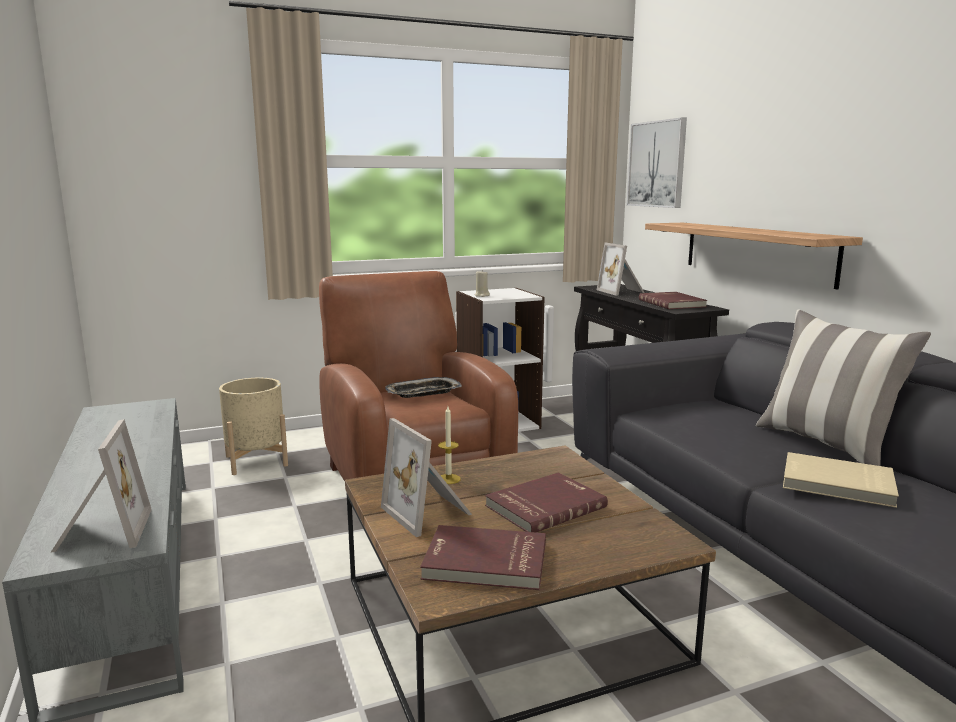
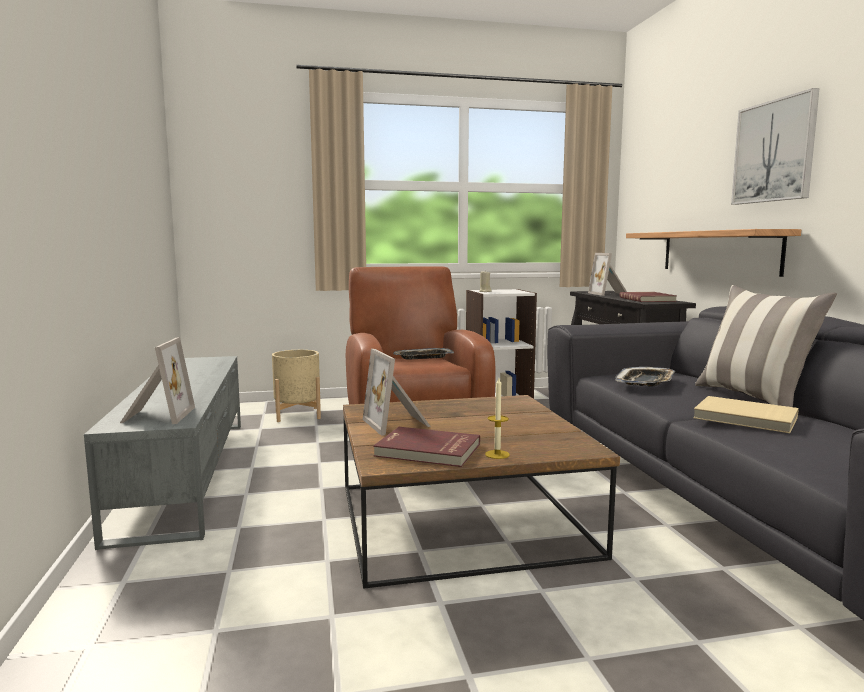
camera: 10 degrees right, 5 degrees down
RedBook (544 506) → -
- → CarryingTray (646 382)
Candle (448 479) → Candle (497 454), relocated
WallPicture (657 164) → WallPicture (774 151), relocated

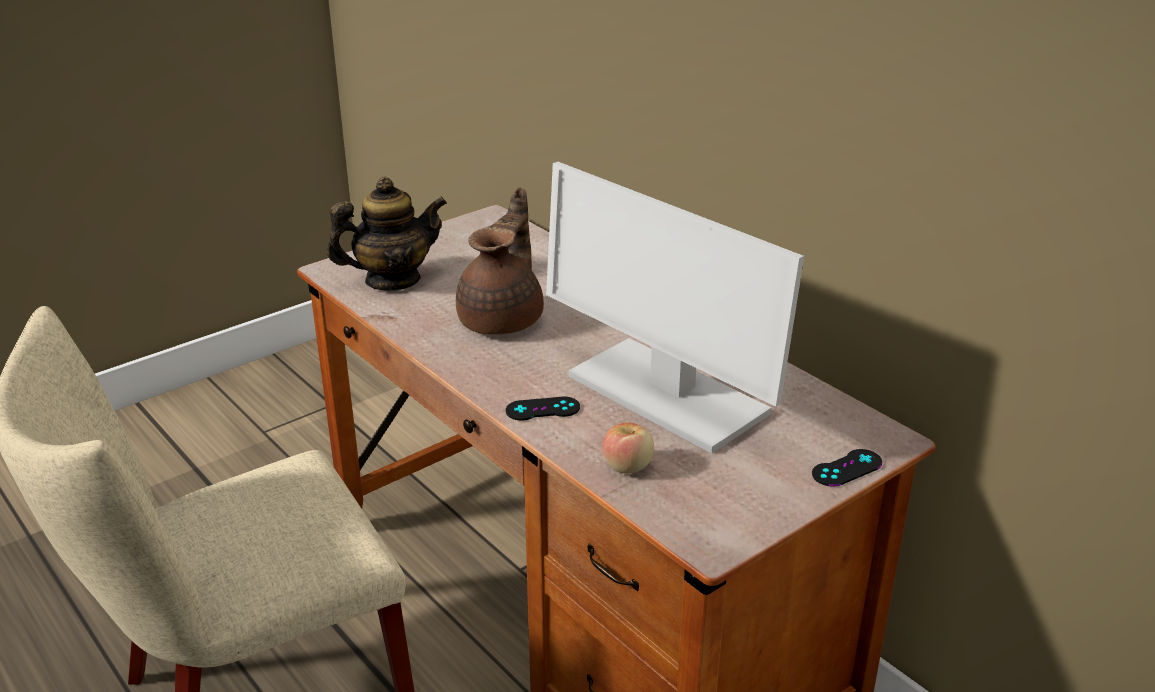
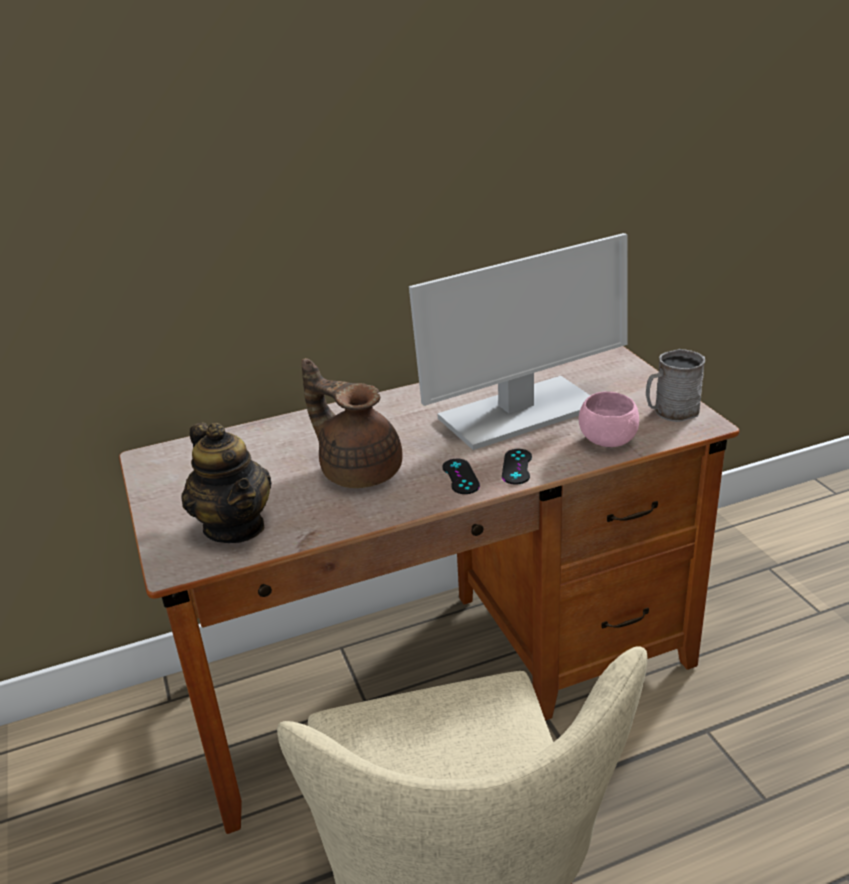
camera: 70 degrees left, 0 degrees up
- → GrayCoffeeMug (671 412)
BlackJoypad (847 468) → BlackJoypad (460 476), relocated
Apple (628 466) → PinkishDeepDish (607 440)
Teapot (392 280) → Teapot (235 527), 150 degrees clockwise

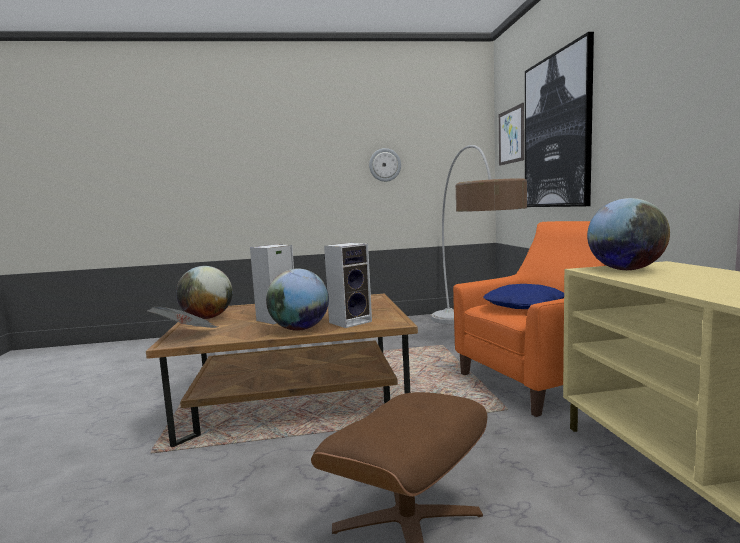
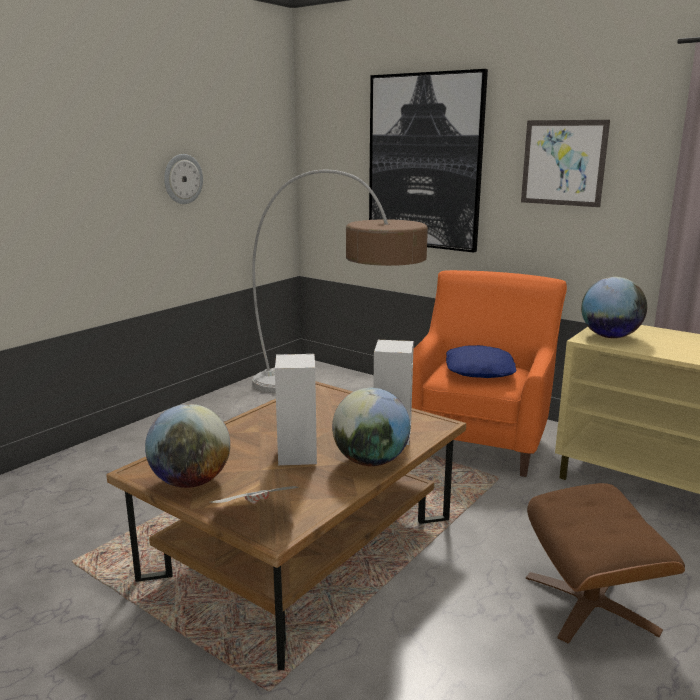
camera: 45 degrees left, 10 degrees up
WallPicture (511 136) → WallPicture (563 163), relocated

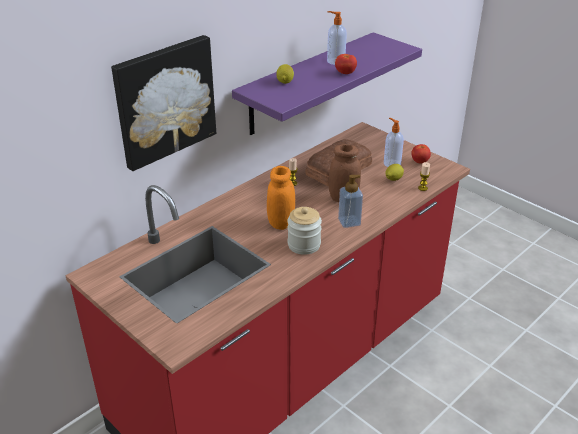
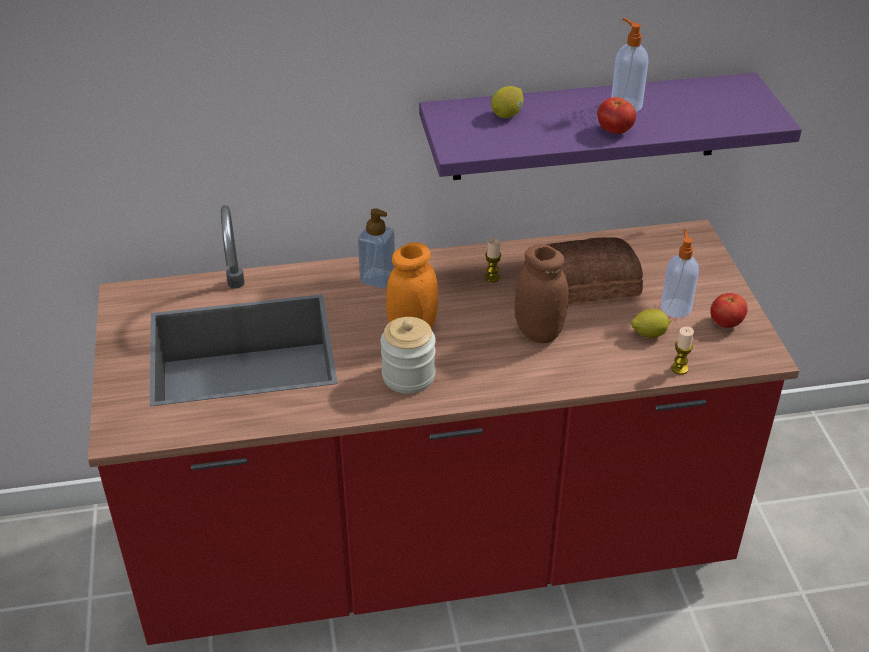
camera: 35 degrees right, 5 degrees up
WallPicture (164 101) → -
SoapDispenser (349 222) → SoapDispenser (377 279), relocated

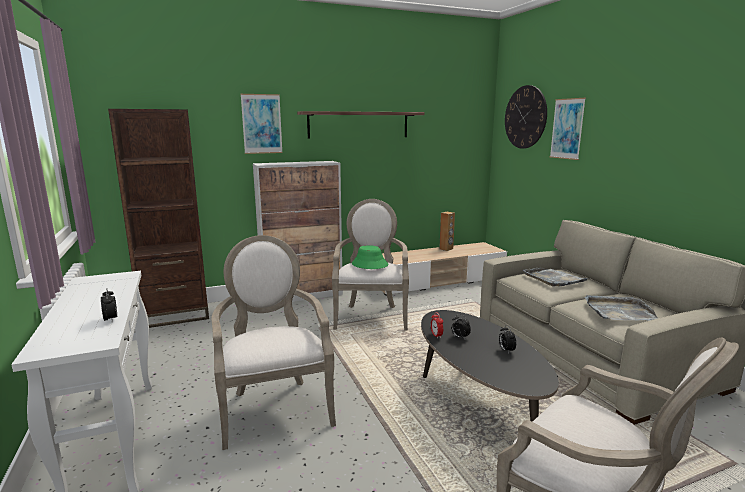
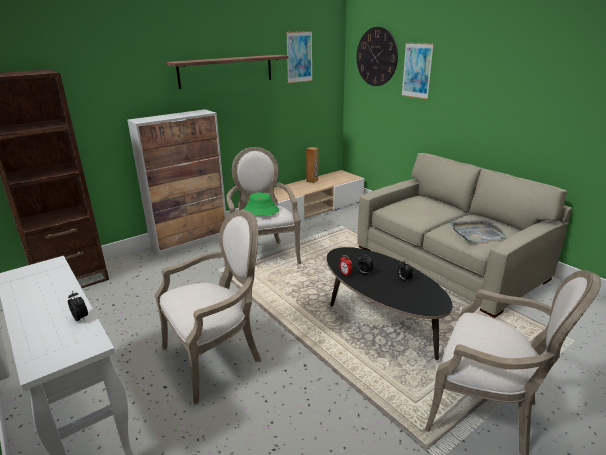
camera: 15 degrees left, 10 degrees up
GrayCarryingTray (553 279) → -
WallPicture (262 124) → WallPicture (299 57), relocated
LoungeChair (275 408) → LoungeChair (217 357), 90 degrees clockwise

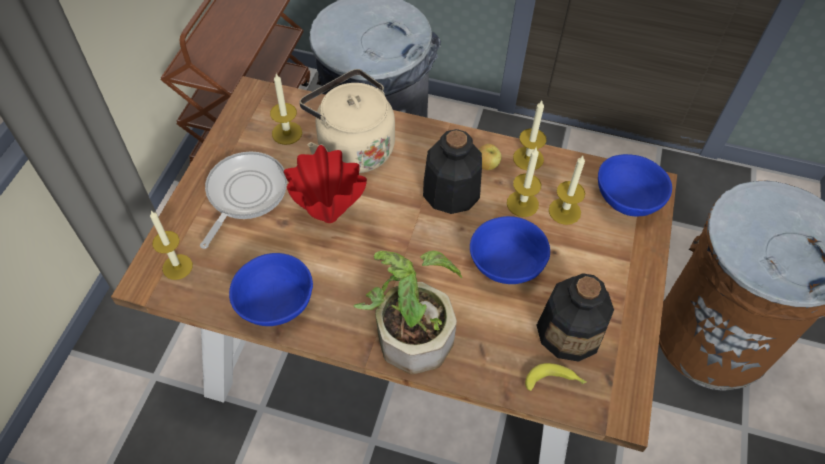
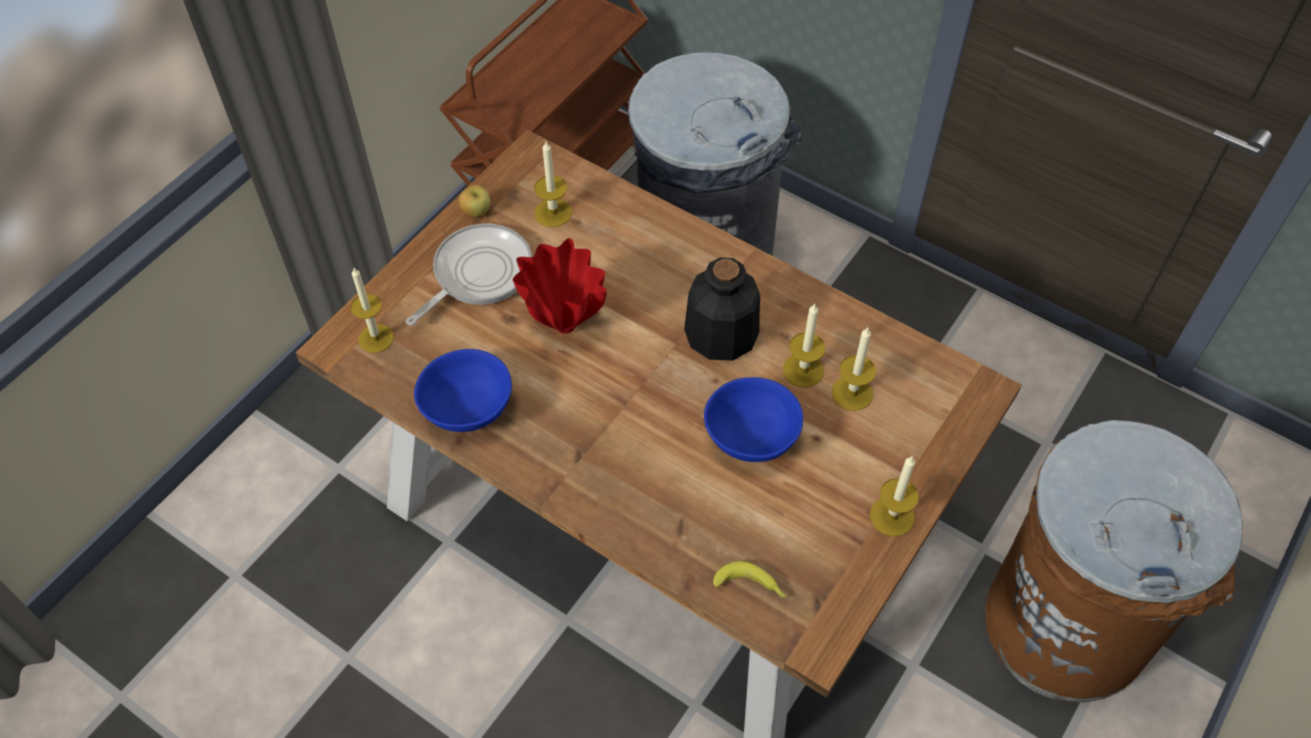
camera: 20 degrees right, 0 degrees up
SandColouredWaterKettle (352 147) → -
PottedPlant (411 329) → -
DrinkBottle (569 331) → -
BluishDeepDish (627 200) → -
Apple (487 165) → Apple (477 212), relocated
Candle (528 158) → Candle (892 516), relocated

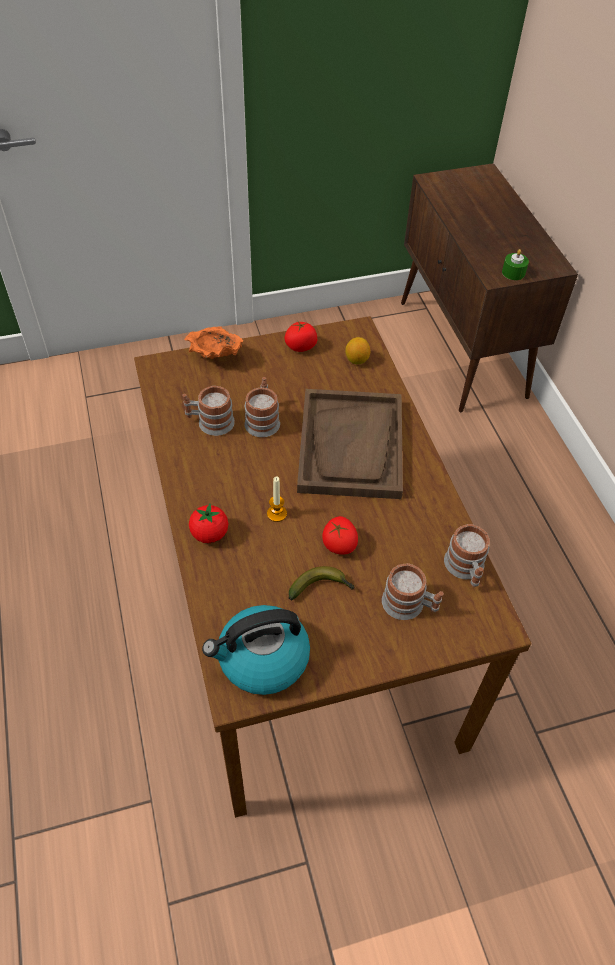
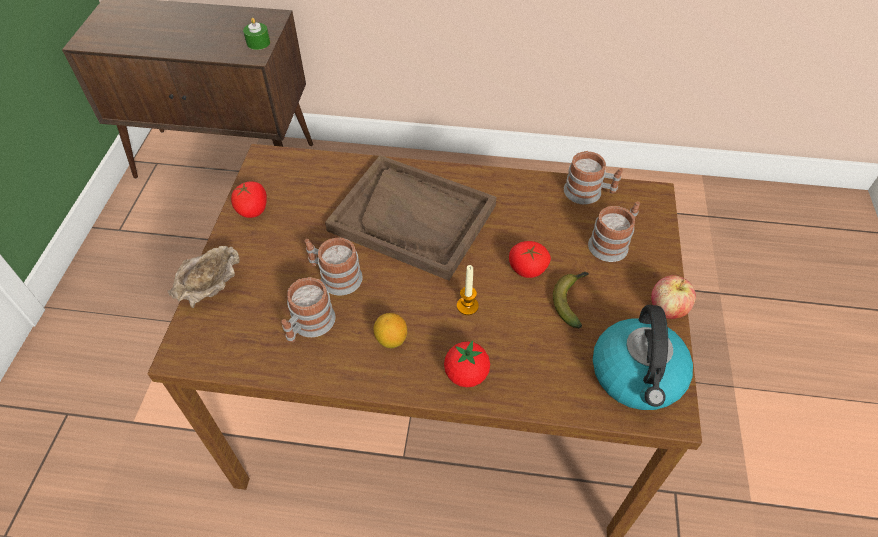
camera: 65 degrees left, 0 degrees up
- → Apple (667 309)
CitrusFruit (356 360) → CitrusFruit (391 339), relocated
OrangeColouredDeepDish (215 356) → SandColouredDeepDish (211 289)

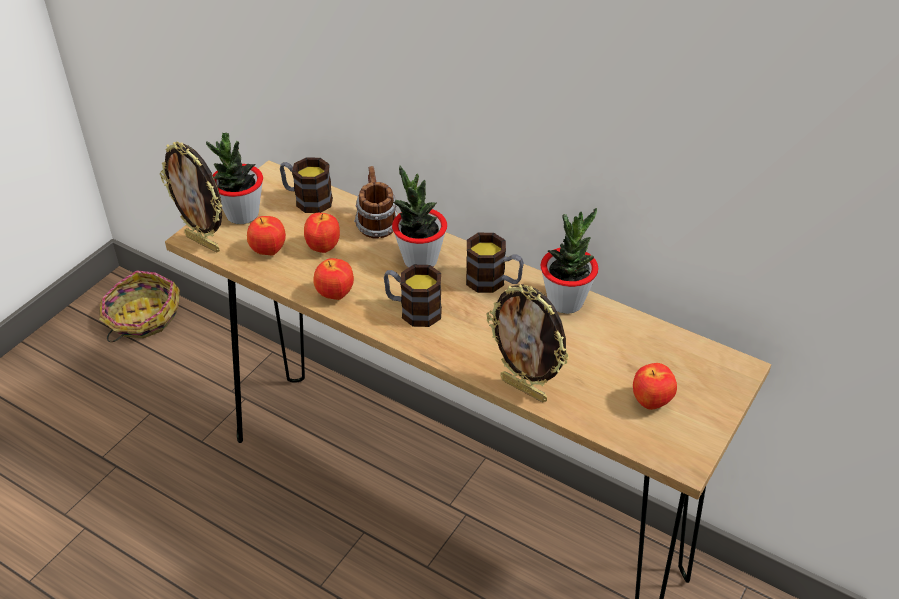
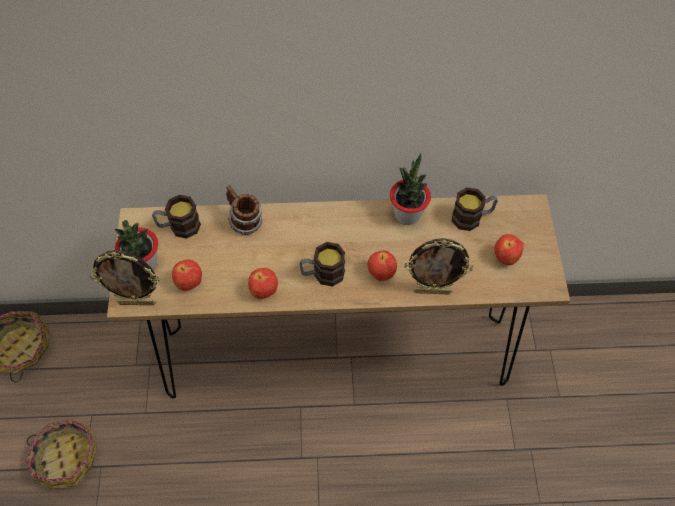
camera: 35 degrees left, 15 degrees up
PottedPlant (420 260) → -
- → Basket (66 457)
Apple (322 248) → Apple (381 274), relocated
CoffeeMug (493 282) → CoffeeMug (472 217), relocated

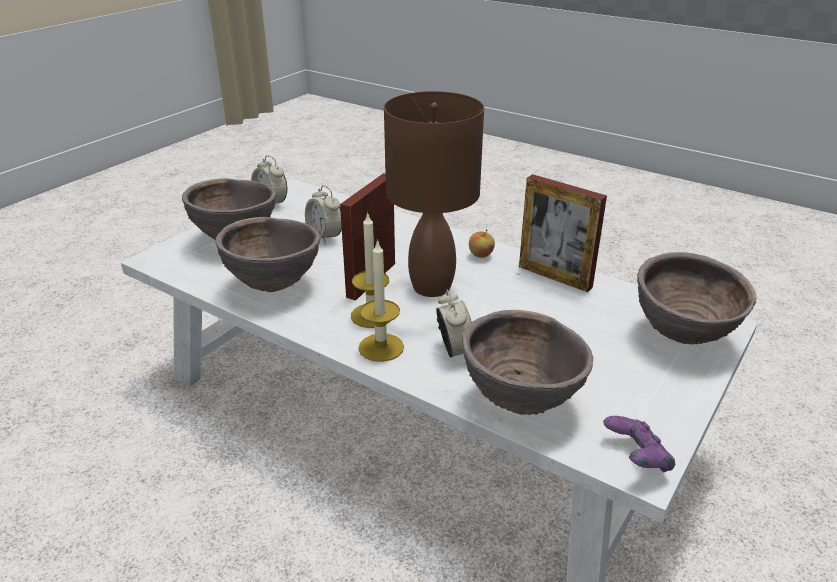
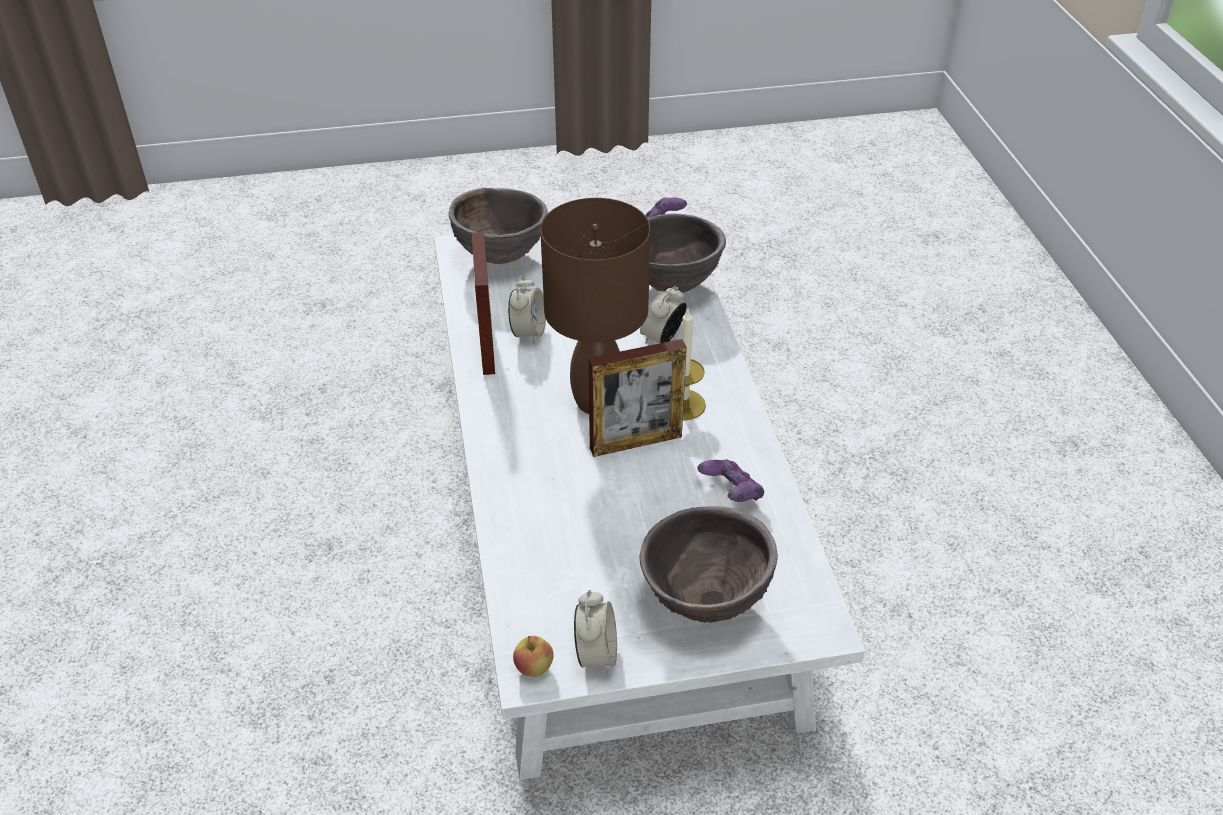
camera: 135 degrees left, 10 degrees up
Candle (381 347) → -
TableClock (325 237) → TableClock (528 332), relocated
Apple (481 255) → Apple (533 668), relocated
BrownColouredDeepDish (274 286) → PurpleJoypad (730 494)

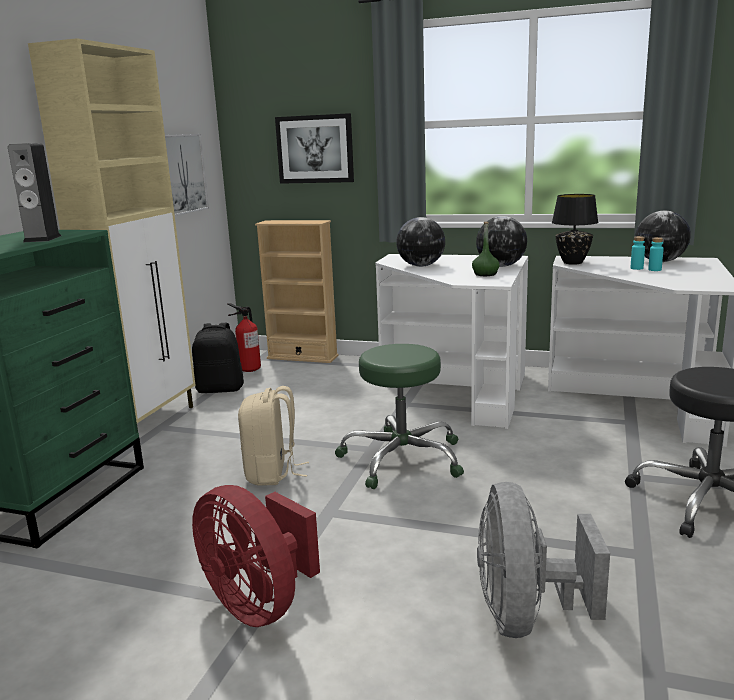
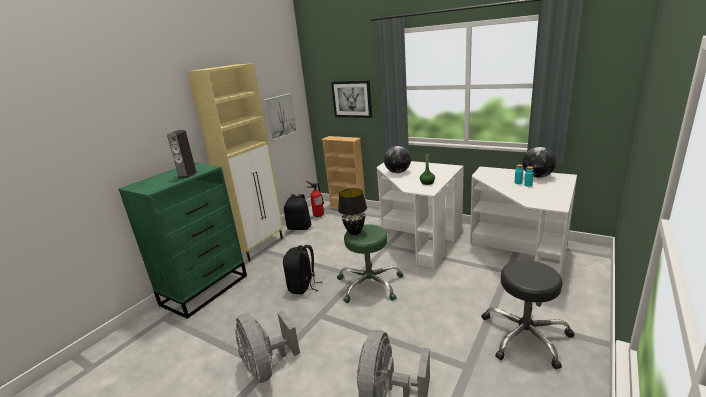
camera: 15 degrees right, 5 degrees up
DeskGlobe (501 266) → -
BlackLampForATable (573 262) → BlackLampForATable (355 232), relocated
RedFan (259 604) → GrayFan (267 367)
SandColouredRucksack (272 473) → BlackRucksack (303 286)

